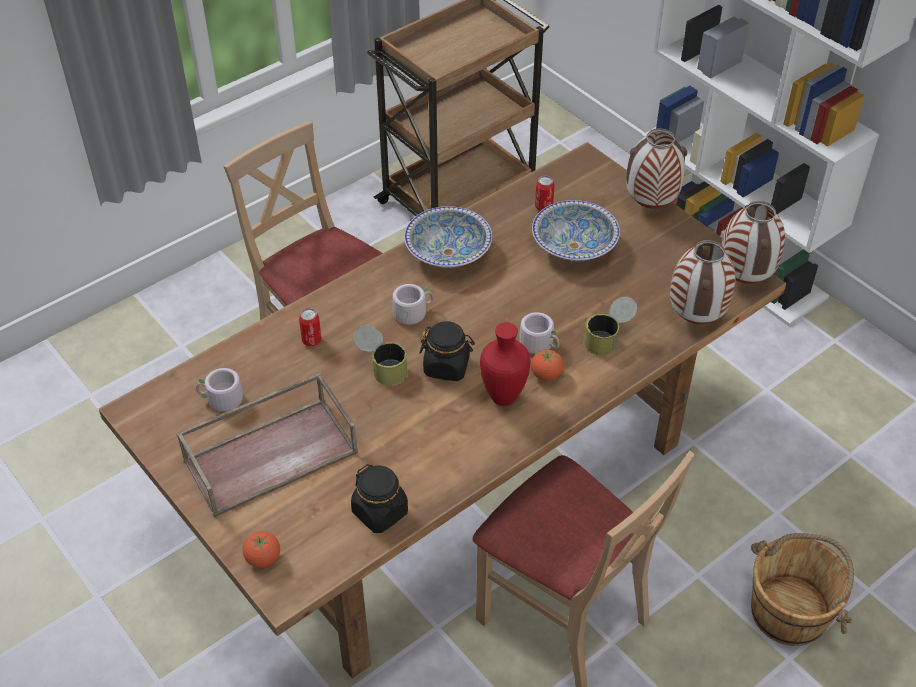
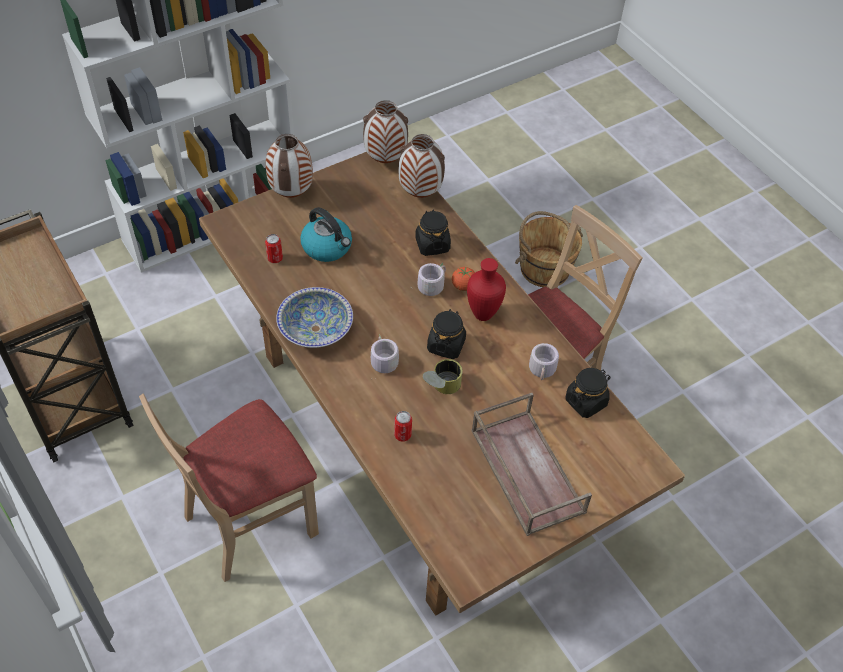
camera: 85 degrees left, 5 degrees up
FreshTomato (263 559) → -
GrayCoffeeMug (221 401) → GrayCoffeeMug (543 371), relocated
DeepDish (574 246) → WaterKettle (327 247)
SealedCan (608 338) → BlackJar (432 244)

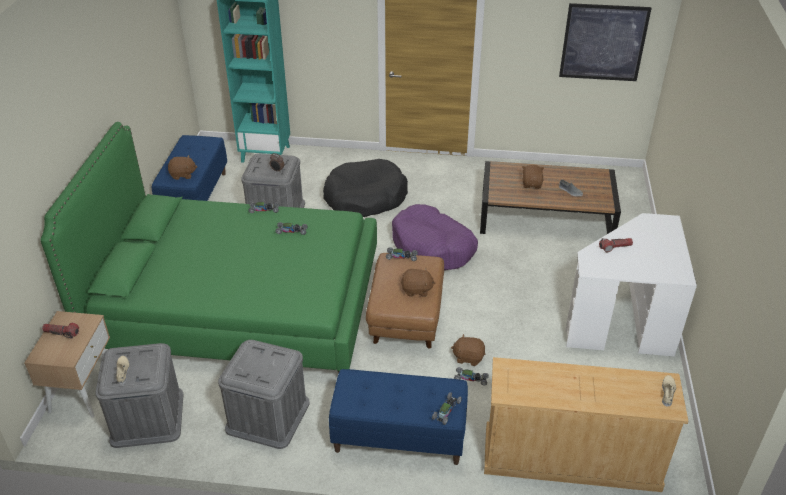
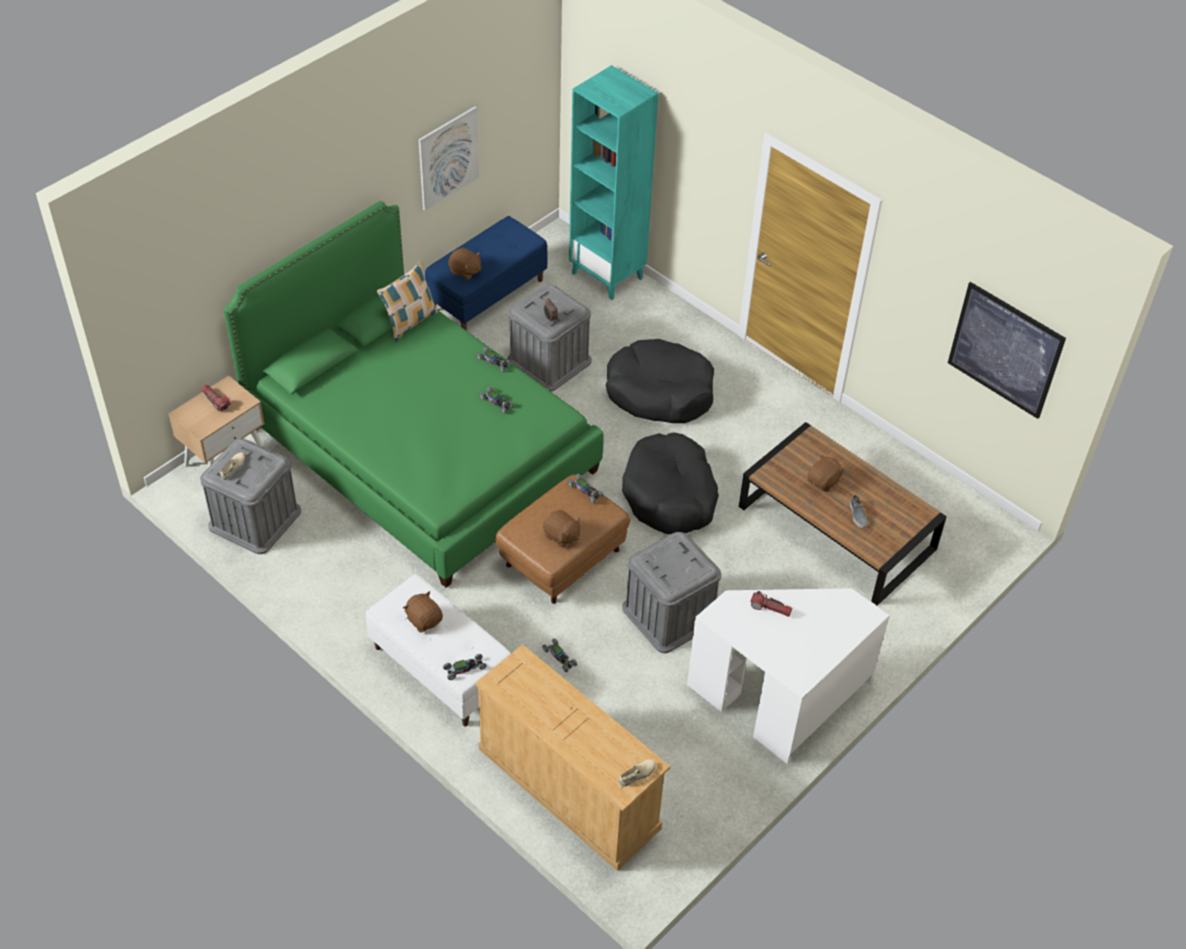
camera: 35 degrees right, 10 degrees up
- → ThrowPillow (410 322)
- → WallPicture (448 158)
GrayStorageContainer (268 416) → GrayStorageContainer (669 614), relocated
BrownColouredCuddlyToy (468 357) → BrownColouredCuddlyToy (424 620), relocated
BluishLongSeat (398 437) → WhiteLongSeat (439 669)
PurplePetBed (433 247) → BlackPetBed (670 494)

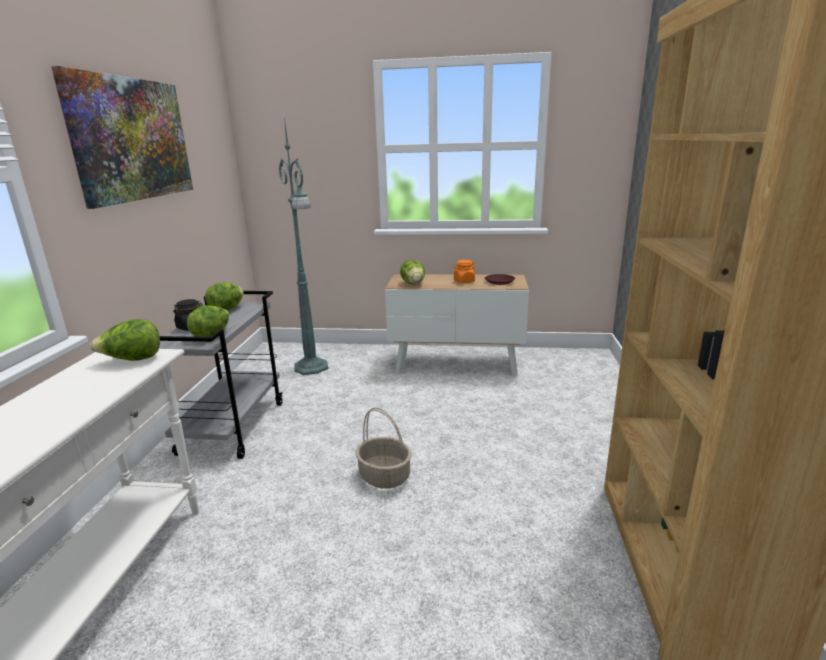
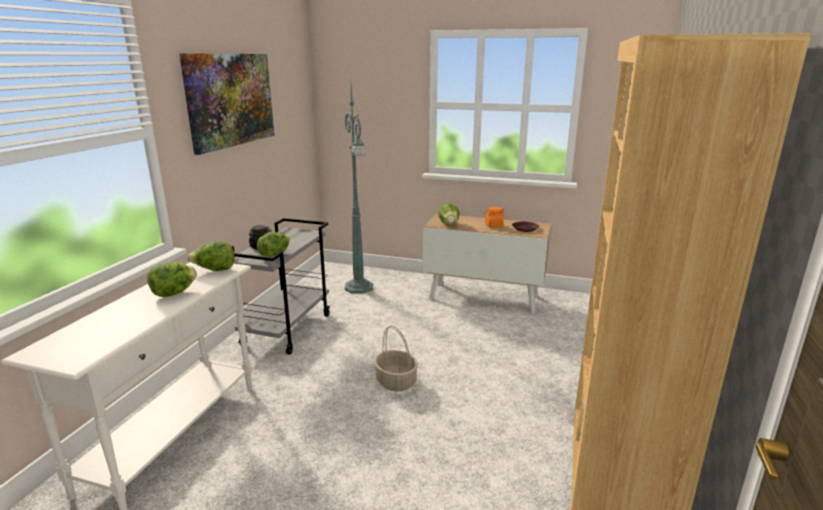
camera: 10 degrees right, 0 degrees up
Lettuce (226 309) → Lettuce (174 293), relocated

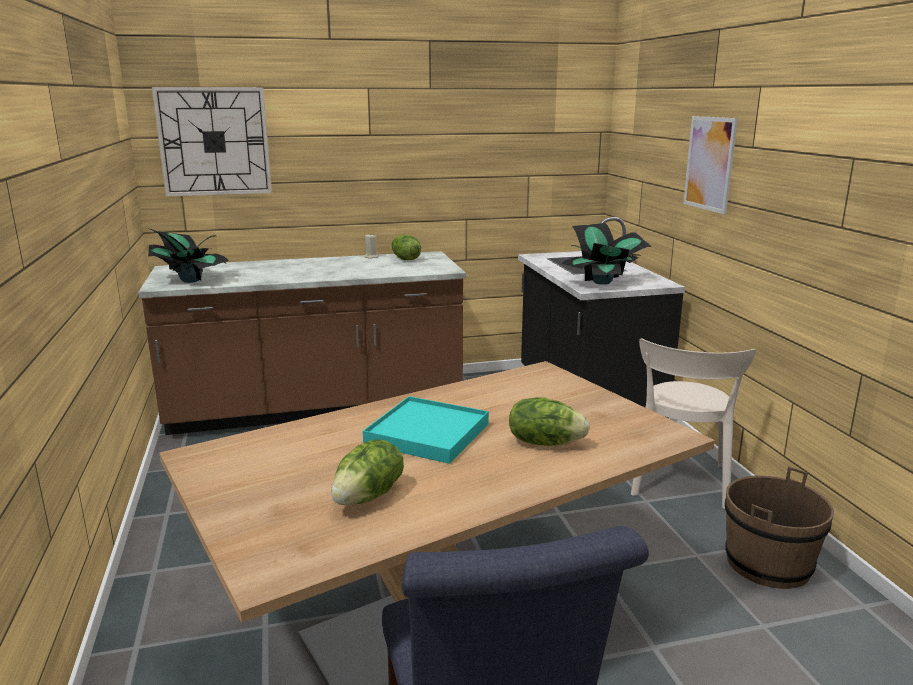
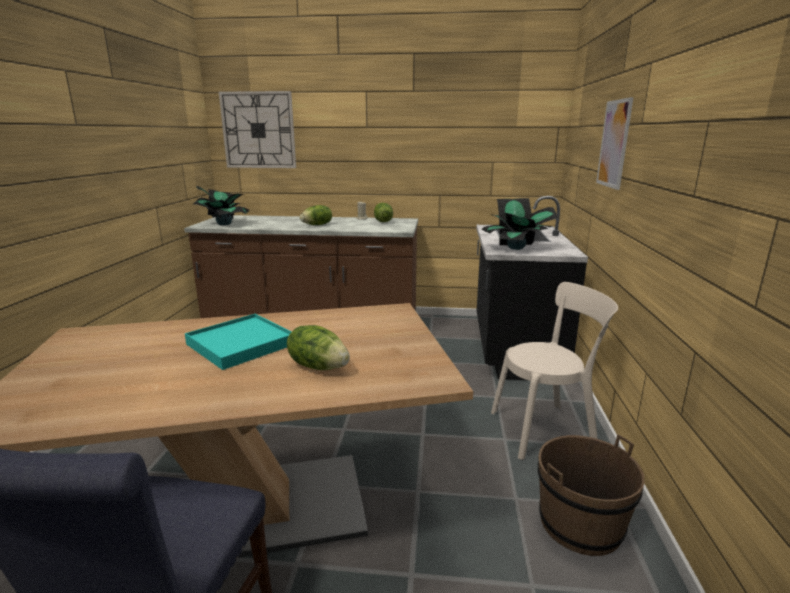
camera: 20 degrees right, 0 degrees up
Lettuce (369 496) → Lettuce (317 225), relocated
SandColouredPlainChair (679 483) → SandColouredPlainChair (546 430), 135 degrees counterclockwise

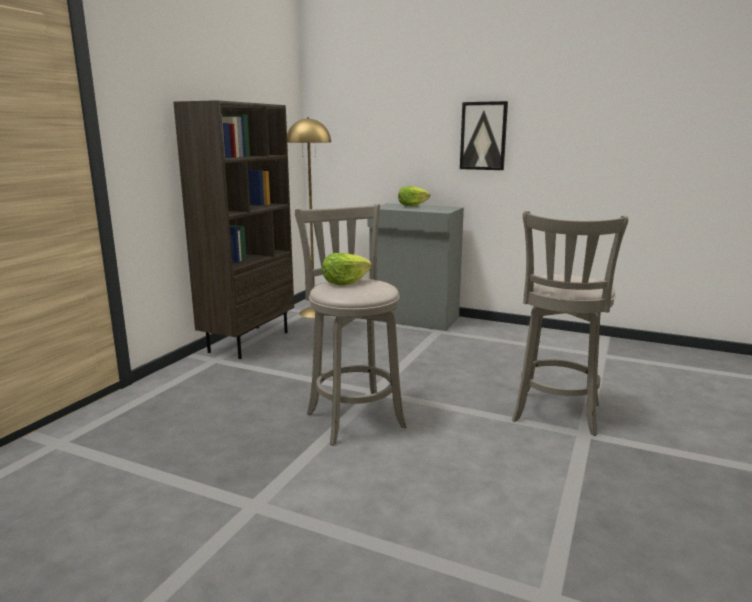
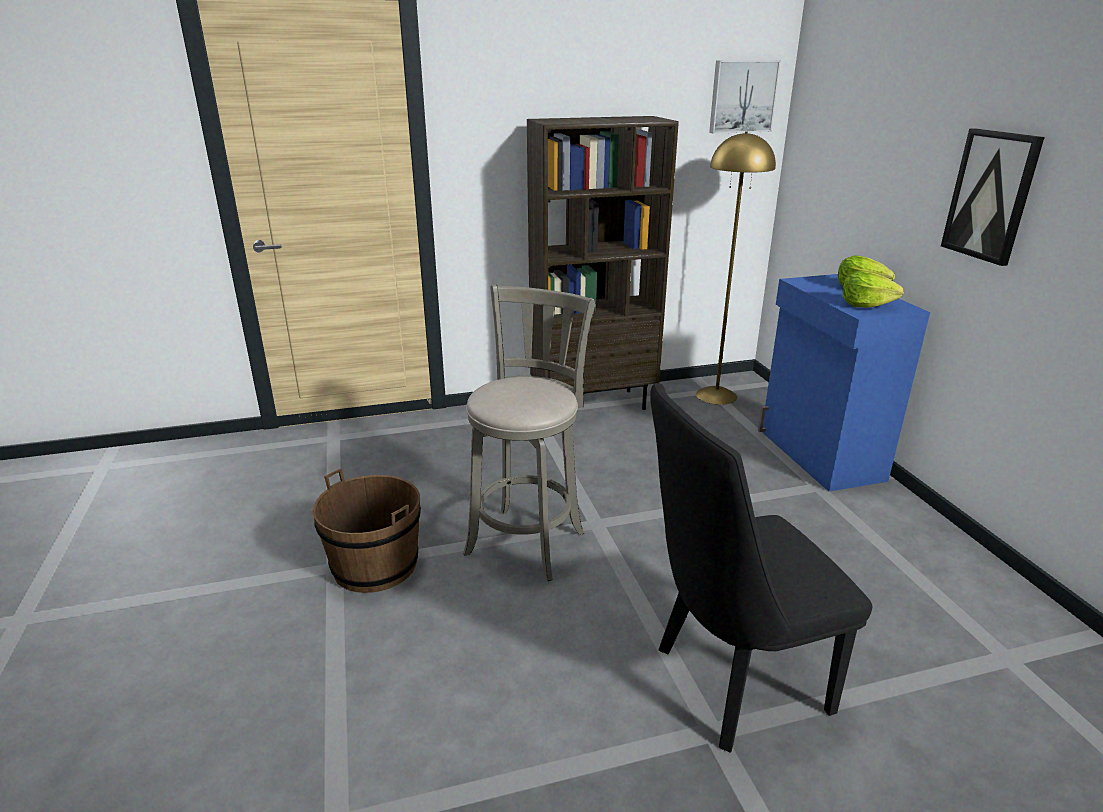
camera: 50 degrees right, 10 degrees up
- → BrownColouredBucket (375 565)
- → WallPicture (742 96)
Lettuce (345 282) → Lettuce (865 305), relocated
GrayStoolSeat (555 415) → BlackPlainChair (729 684)
GrayStorageCabinet (414 319) → BluishStorageCabinet (819 455)

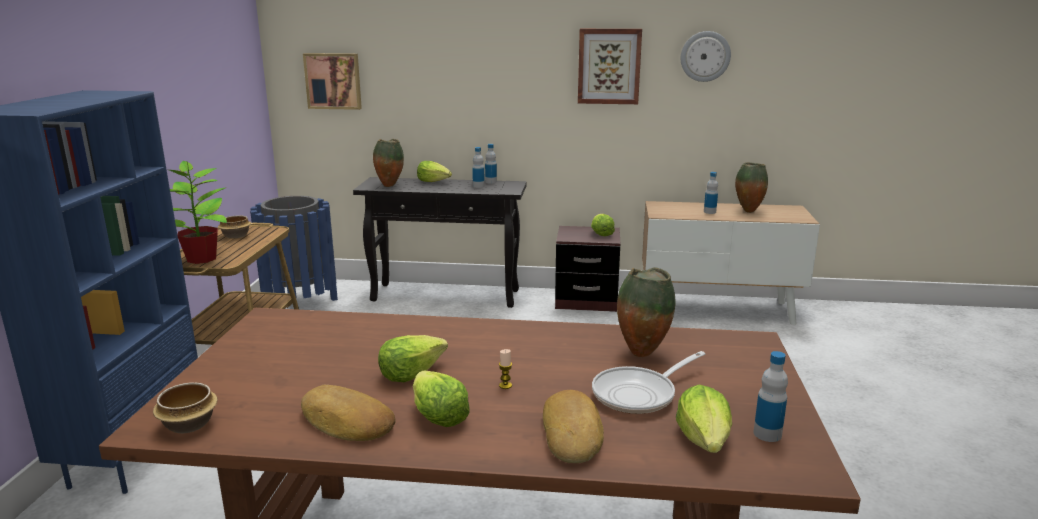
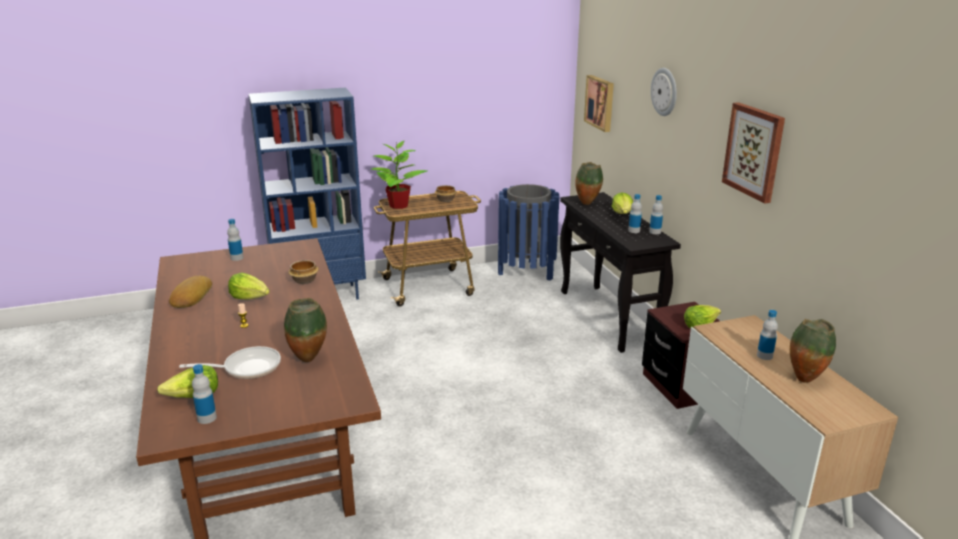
camera: 65 degrees right, 5 degrees up
Lettuce (438 415) → -
BakeryBread (573 433) → -
- → DrinkBottle (237 258)
DeepDish (190 424) → DeepDish (305 280), relocated
ClockOnTheWall (705 56) → ClockOnTheWall (665 91), relocated
Skillet (639 394) → Skillet (247 368), 135 degrees clockwise

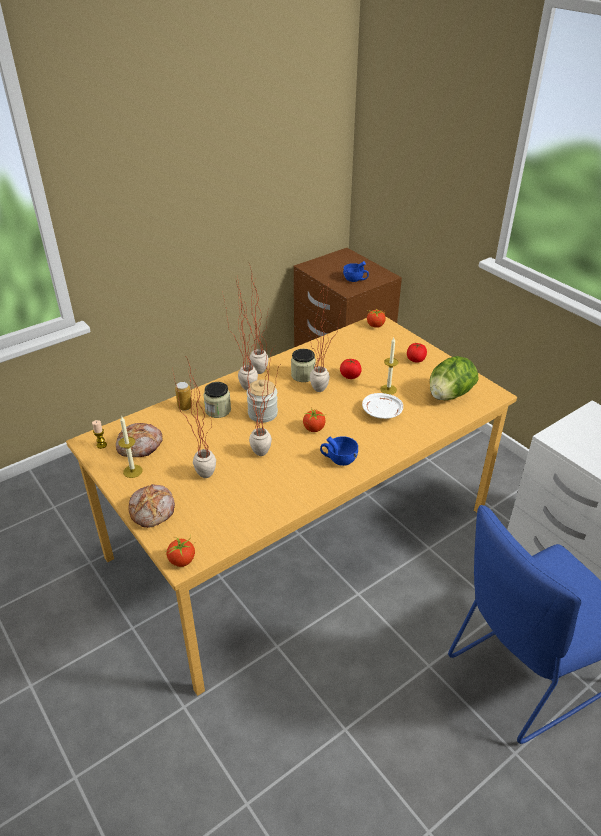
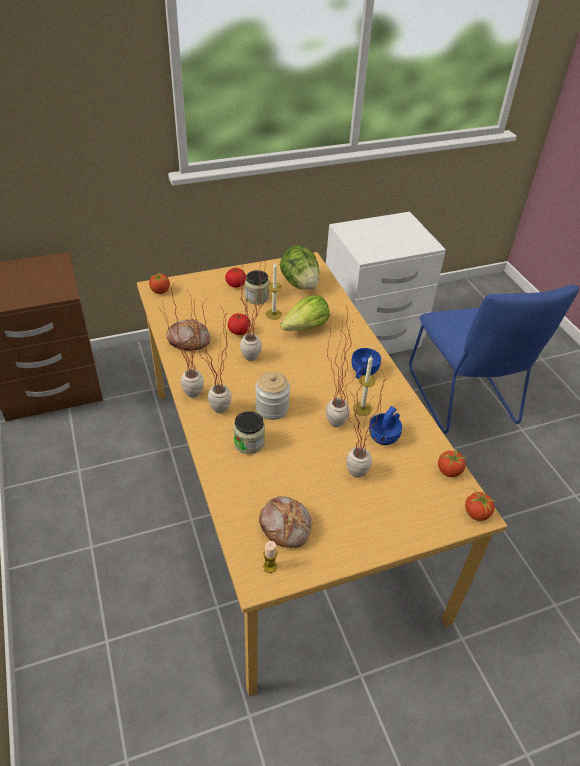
camera: 75 degrees left, 5 degrees up
SealedCan (185 407) → -
Candle (132 471) → Candle (362 408), relocated
BakeryBread (153 510) → BakeryBread (189 340), relocated
Jar (303 375) → Jar (257 297), relocated
FreshTomato (314 429) → FreshTomato (449 471), relocated
BluishCup (355 280) → BluishCup (385 435), relocated
WhitePlate (382 412) → Lettuce (306 327)

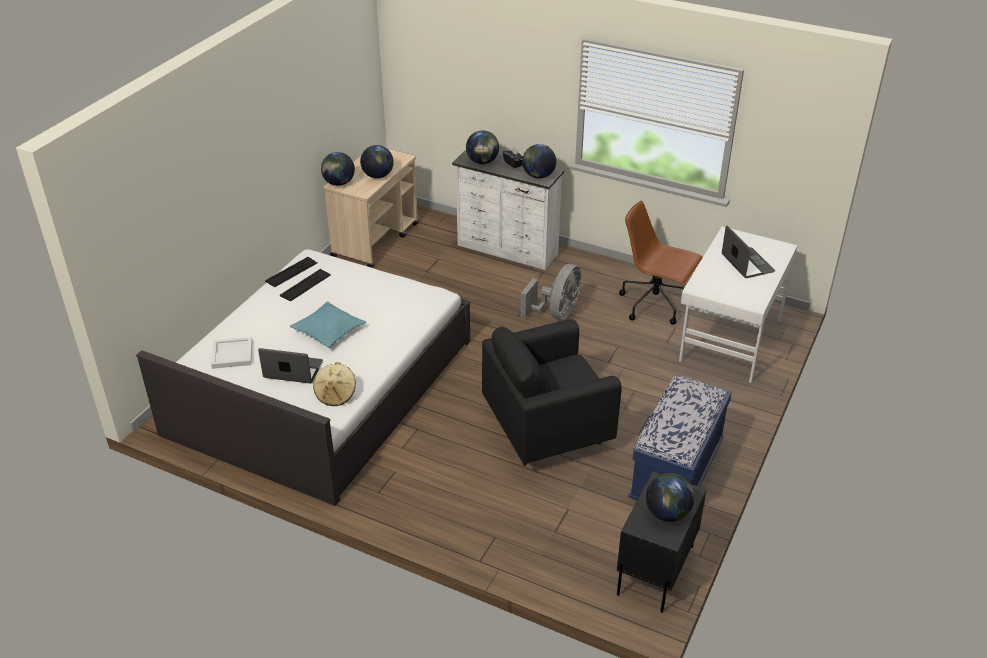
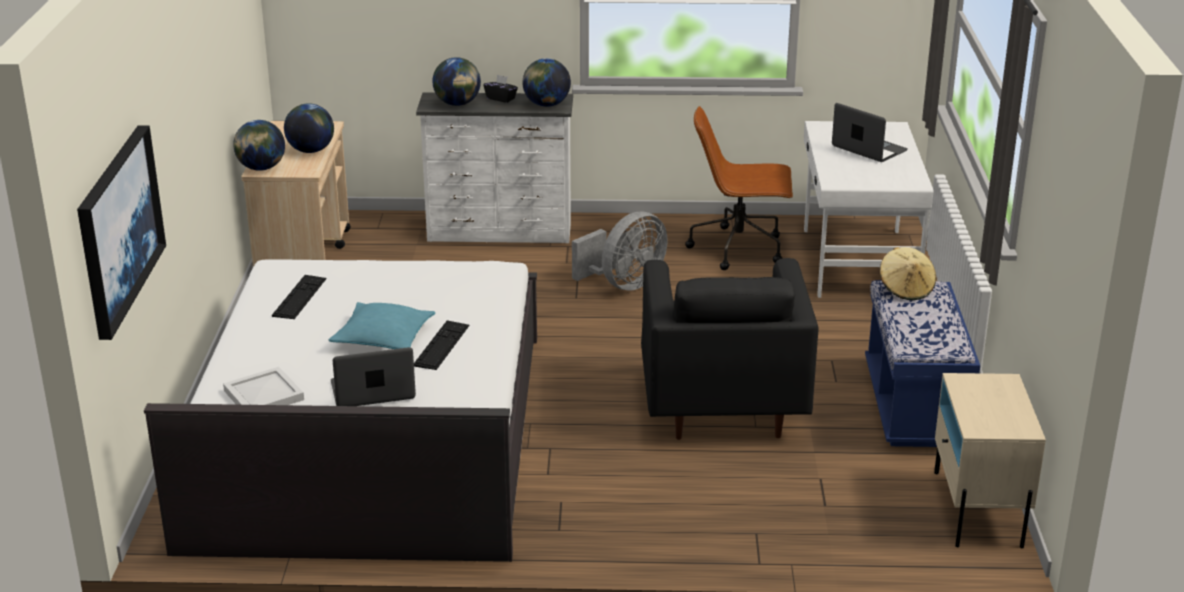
camera: 25 degrees left, 10 degrees down
DeskGlobe (667 513) → -
- → WallPicture (118 228)
Keyboard (291 272) → Keyboard (441 345), relocated
SandColouredClothingHat (336 395) → SandColouredClothingHat (906 289), relocated
BlackBedsideTable (655 570) → SandColouredBedsideTable (977 509)
BlackLoungeChair (547 431) → BlackLoungeChair (722 406), 45 degrees counterclockwise
GrayFan (556 313) → GrayFan (624 284), 45 degrees clockwise

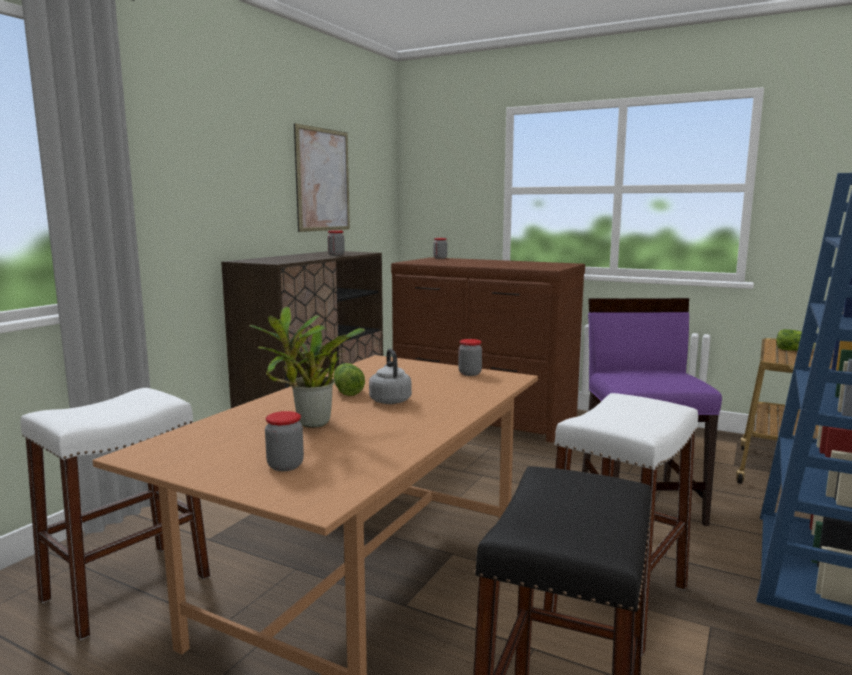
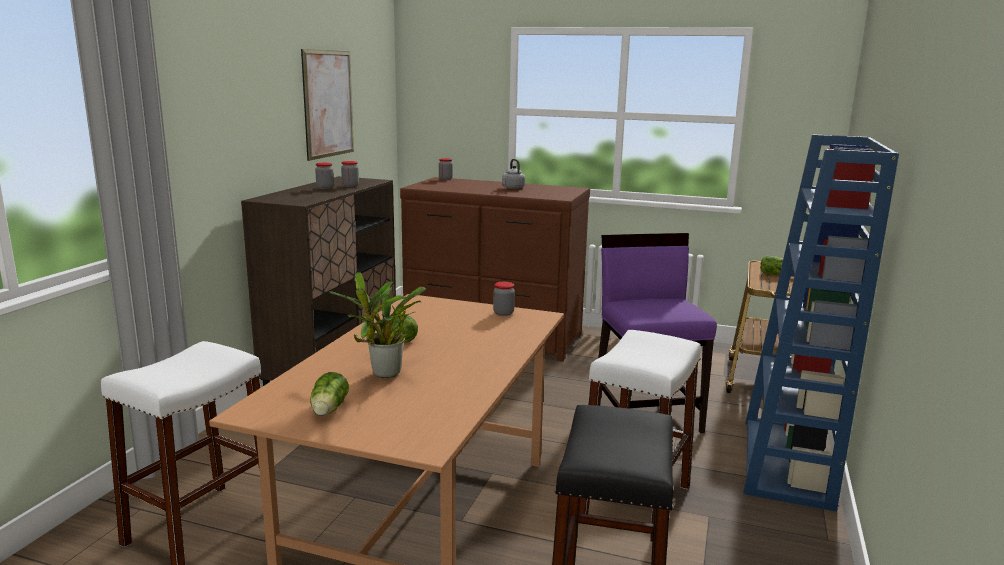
camera: 10 degrees left, 5 degrees up
- → Lettuce (328 410)
Jar (285 466) → Jar (325 188), relocated
GrayWaterKettle (389 400) → GrayWaterKettle (512 188), relocated

